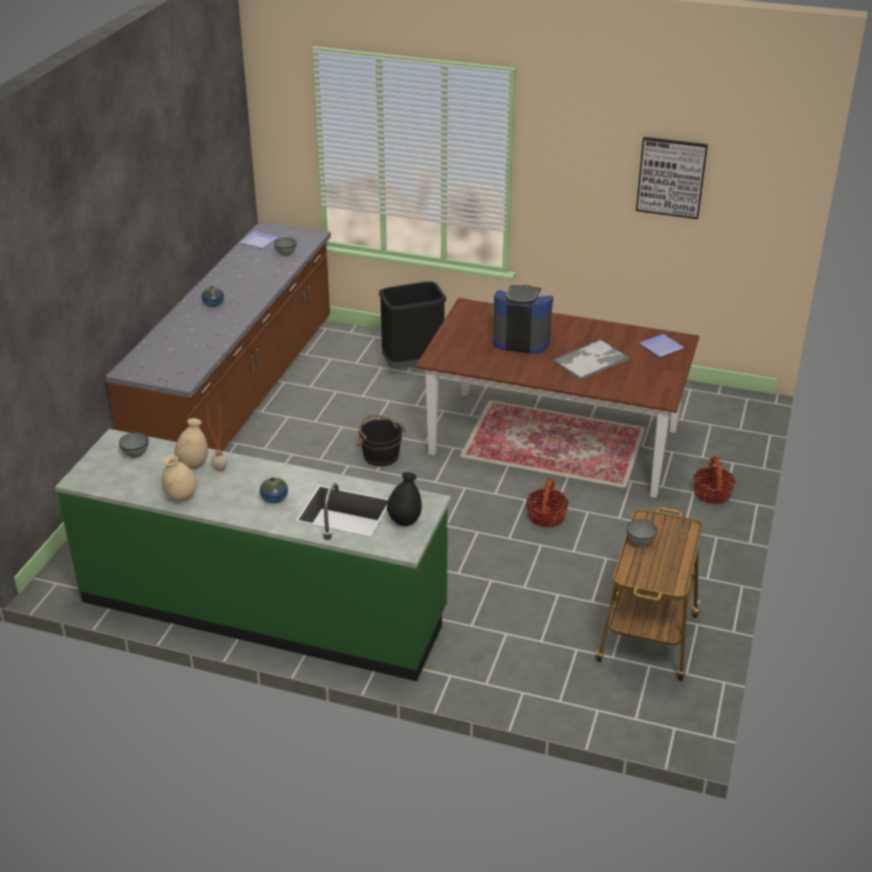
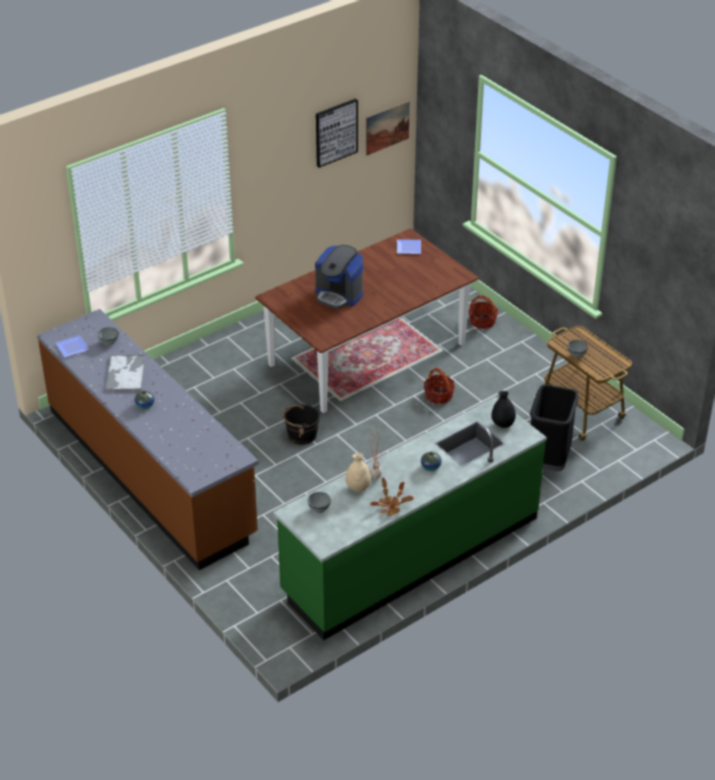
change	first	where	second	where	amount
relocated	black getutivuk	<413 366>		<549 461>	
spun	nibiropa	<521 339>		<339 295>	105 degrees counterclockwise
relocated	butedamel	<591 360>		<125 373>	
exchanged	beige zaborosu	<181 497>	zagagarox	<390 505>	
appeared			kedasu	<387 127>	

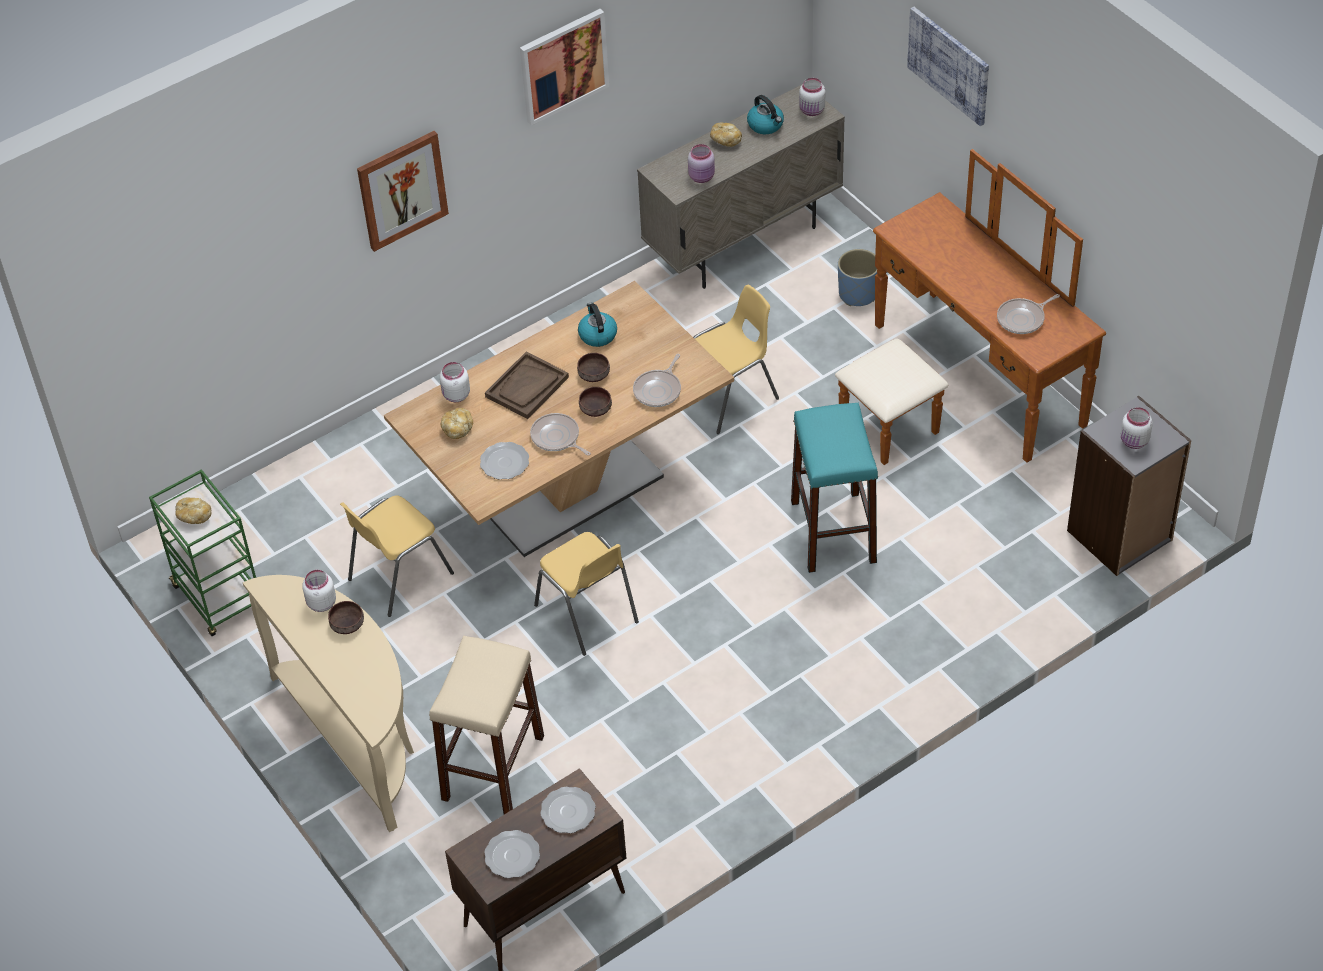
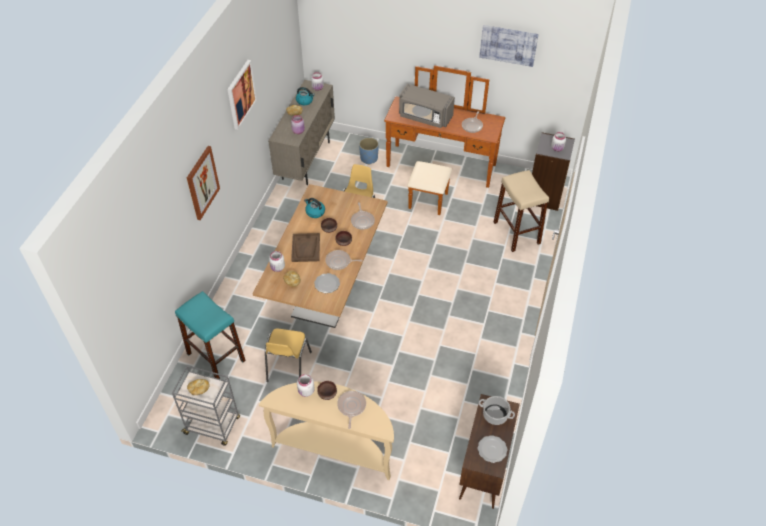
change	first	where	second	where	amount
relocated	kedasu	<949 65>		<508 45>	
relocated	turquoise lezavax	<833 531>		<216 357>	
colour	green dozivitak	<220 598>	grey dozivitak	<213 426>	
missing	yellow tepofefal	<587 614>			
relocated	beige lezavax	<493 768>		<516 233>	
exchanged	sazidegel	<567 811>	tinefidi	<494 415>	
appeared			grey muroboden	<425 117>	
appeared			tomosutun	<351 407>	

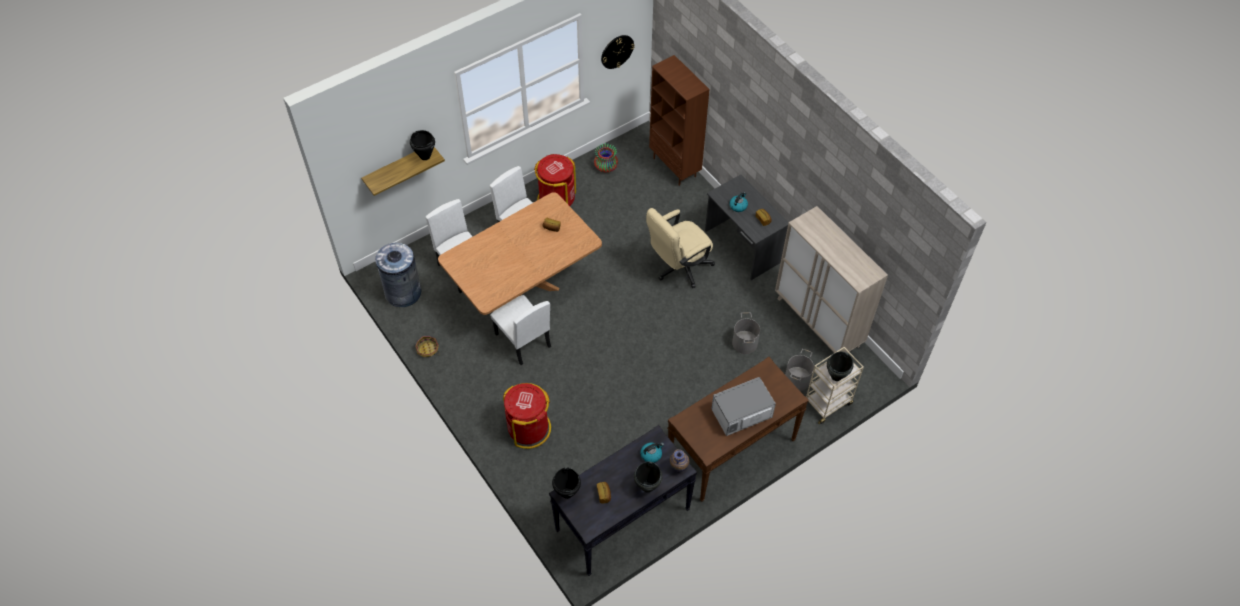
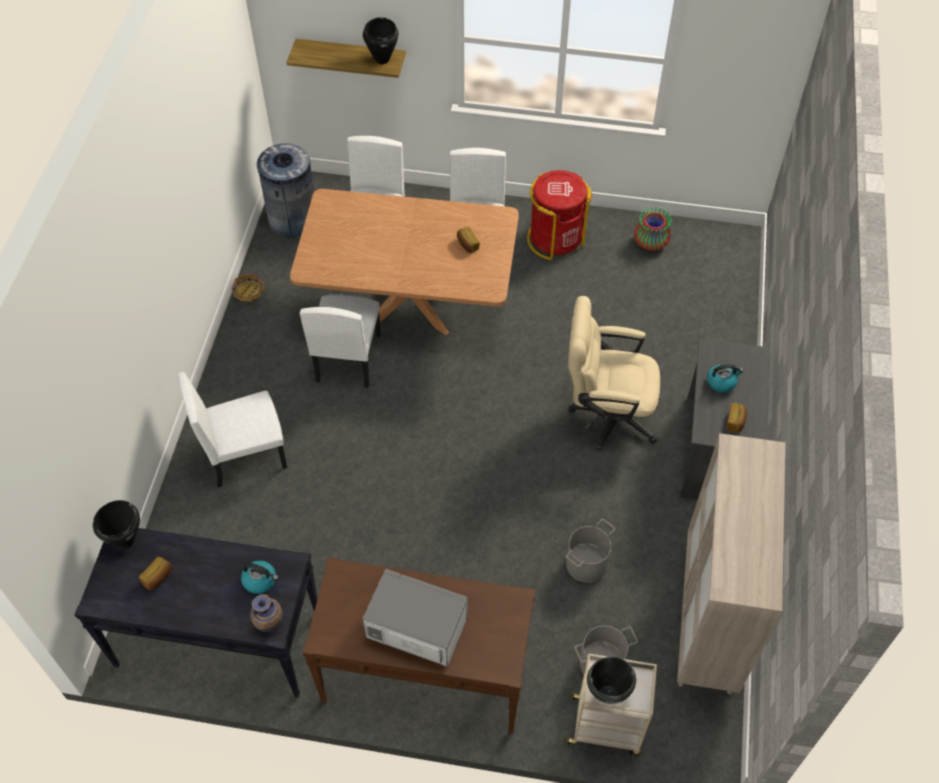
change	first	where	second	where	amount
missing	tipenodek	<617 51>			
missing	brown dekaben	<675 167>			
exchanged	red getutivuk	<529 428>	white tepofefal	<245 454>	
missing	black tinefidi	<647 487>			

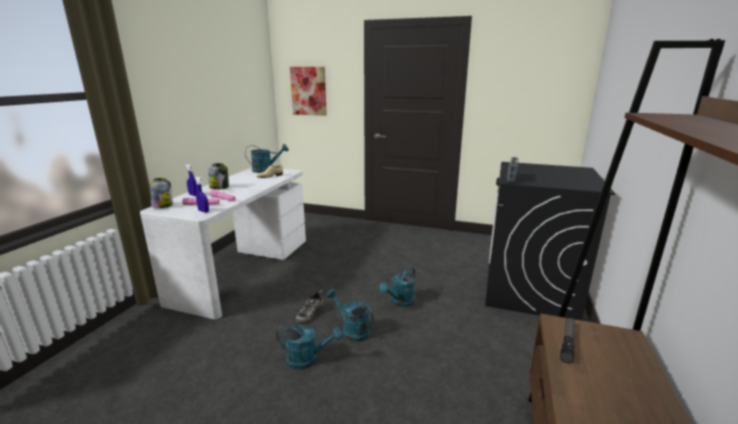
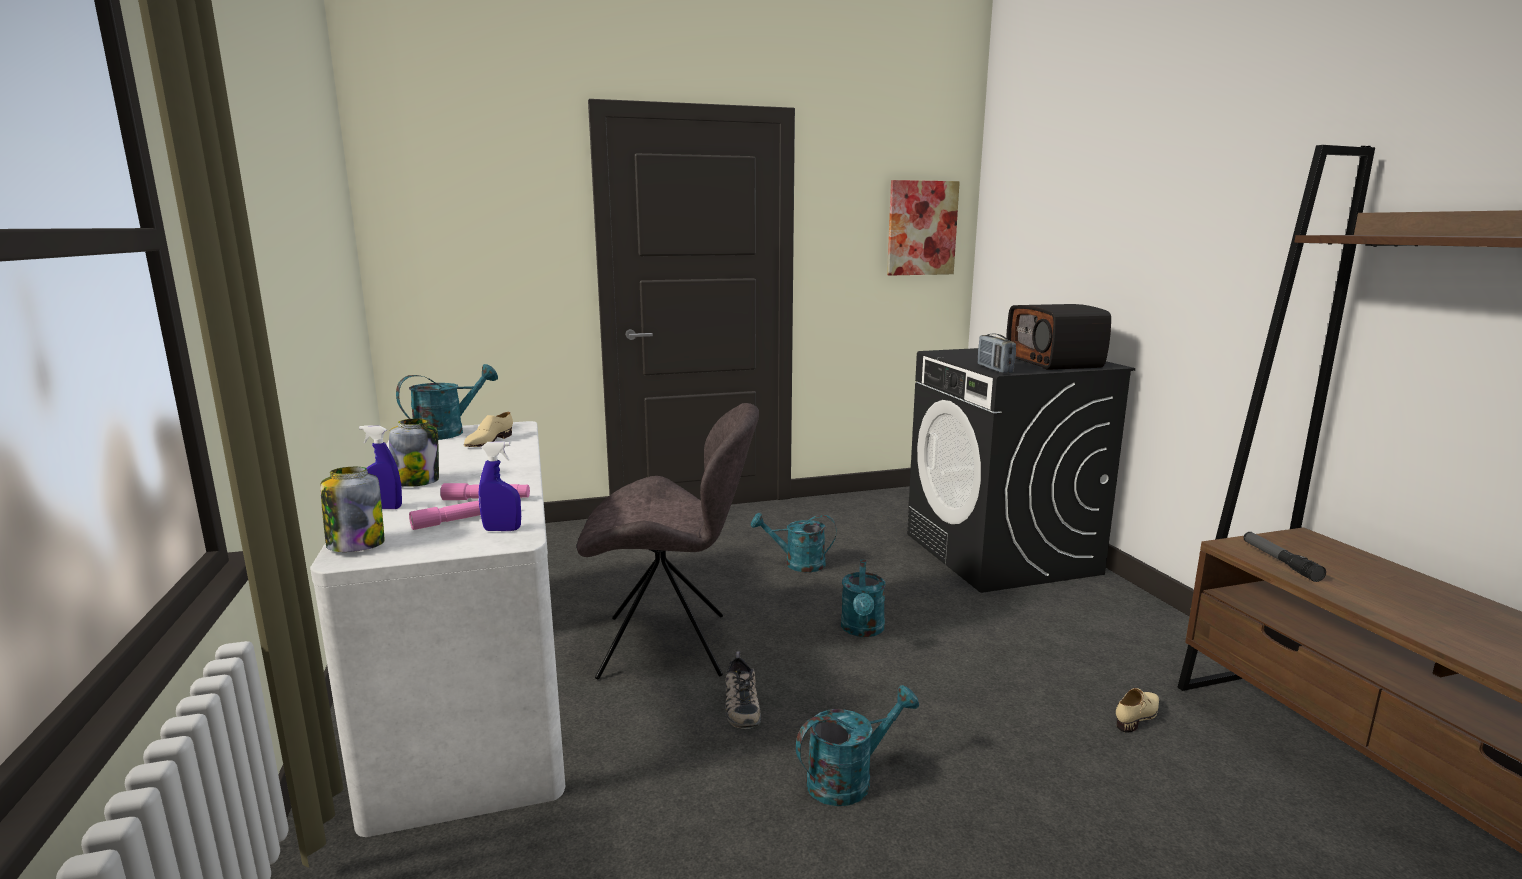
change	first	where	second	where	amount
relocated	kedasu	<308 91>		<921 228>	
relocated	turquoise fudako	<352 330>		<797 564>	
appeared			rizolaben	<1055 362>	
appeared			grey tepofefal	<670 646>	
appeared			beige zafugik	<1138 716>	

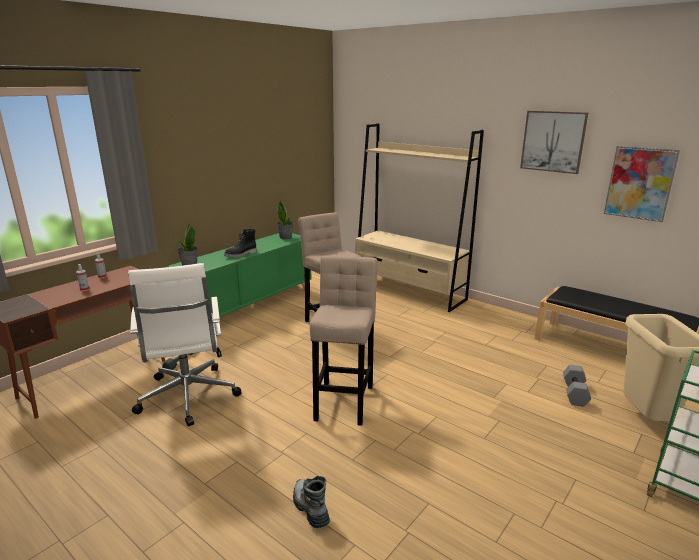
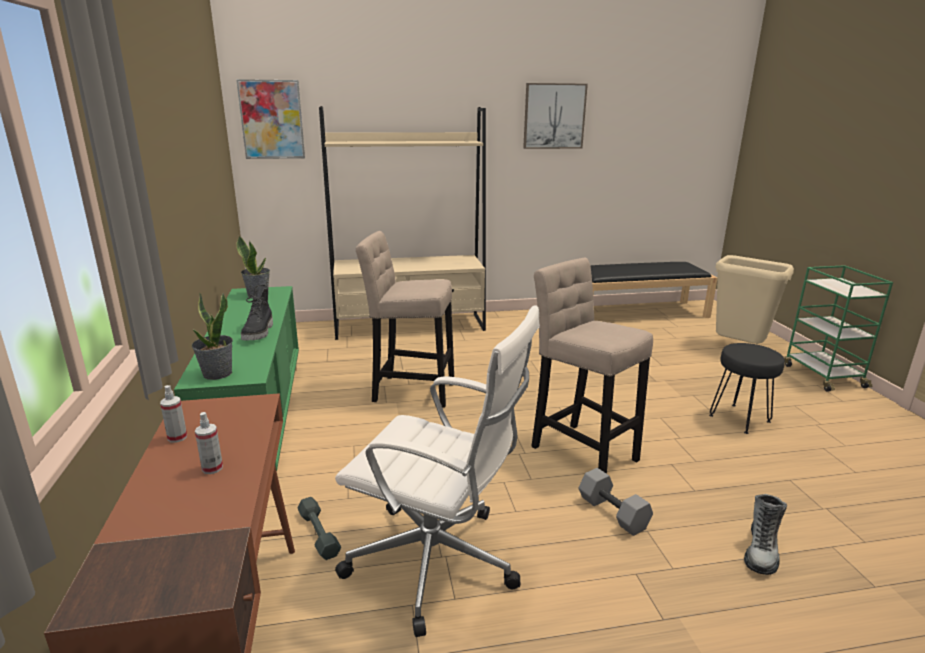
change	first	where	second	where	amount
relocated	kedasu	<640 183>		<272 119>	
relocated	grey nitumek	<575 393>		<614 513>	
spun	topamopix	<310 508>		<761 551>	75 degrees counterclockwise
appeared			black lezavax	<740 418>	

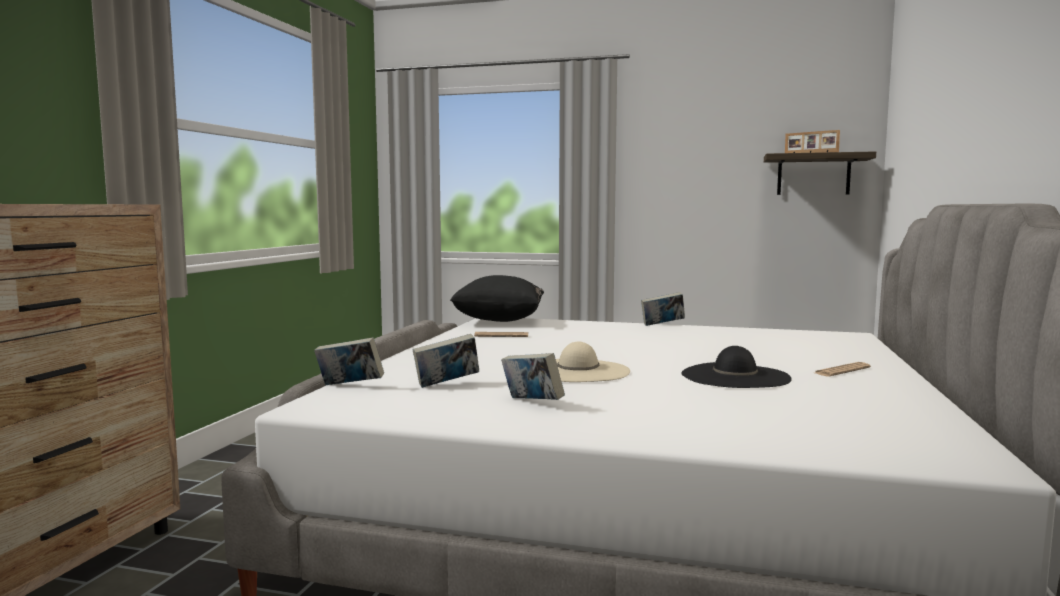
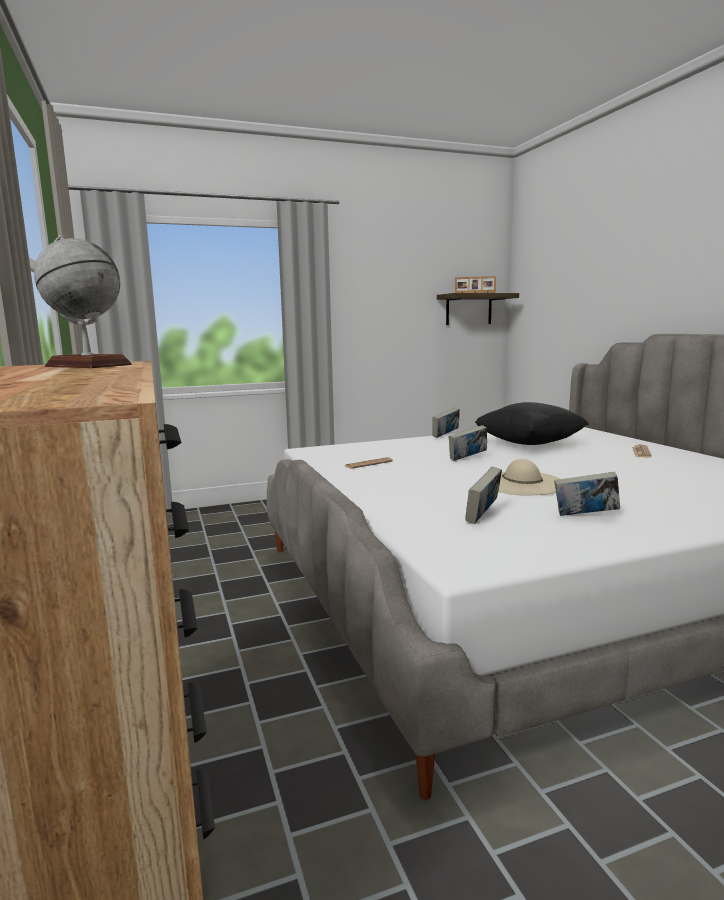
change	first	where	second	where	amount
relocated	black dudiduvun	<499 321>		<529 444>	
relocated	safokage	<350 386>		<467 459>	
missing	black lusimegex	<735 376>			
appeared			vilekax	<88 365>	

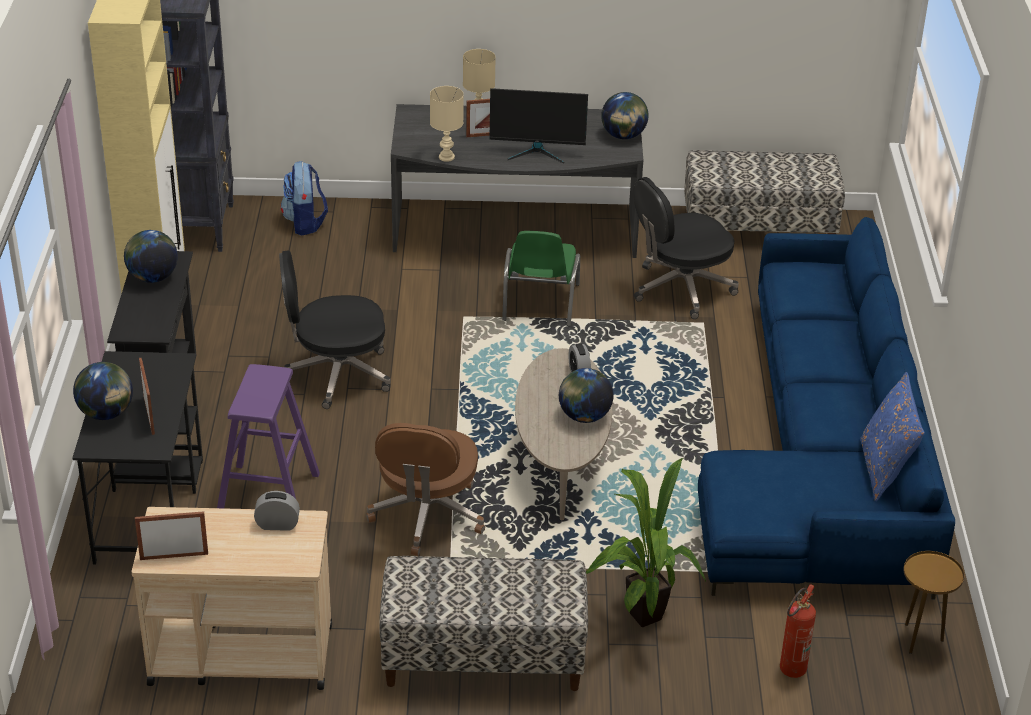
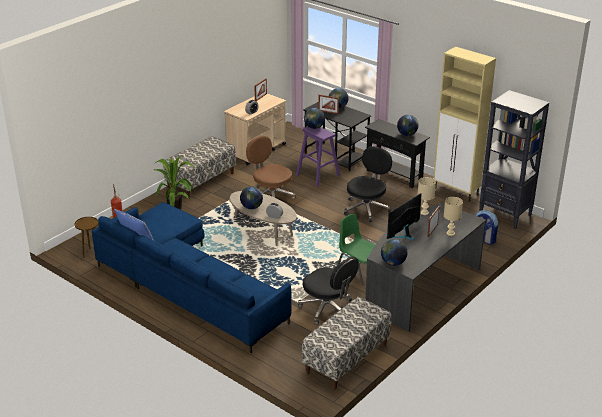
change	first	where	second	where	amount
spun	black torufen	<680 289>		<328 309>	120 degrees clockwise
appeared			vilekax	<314 127>	

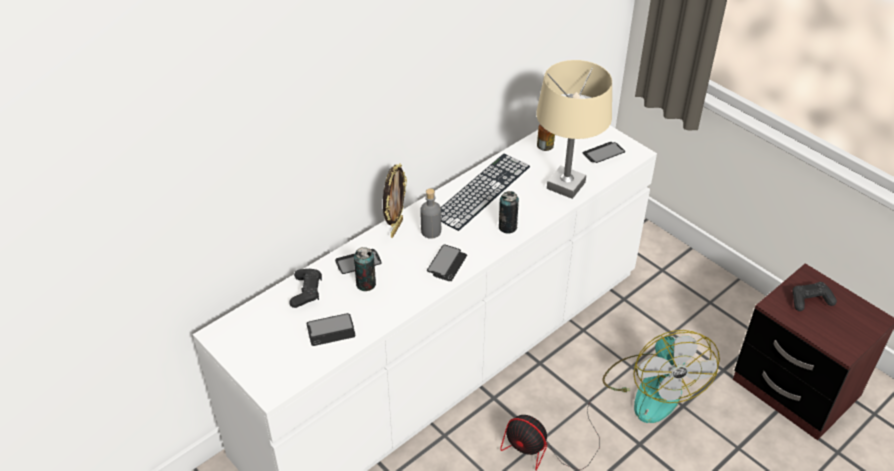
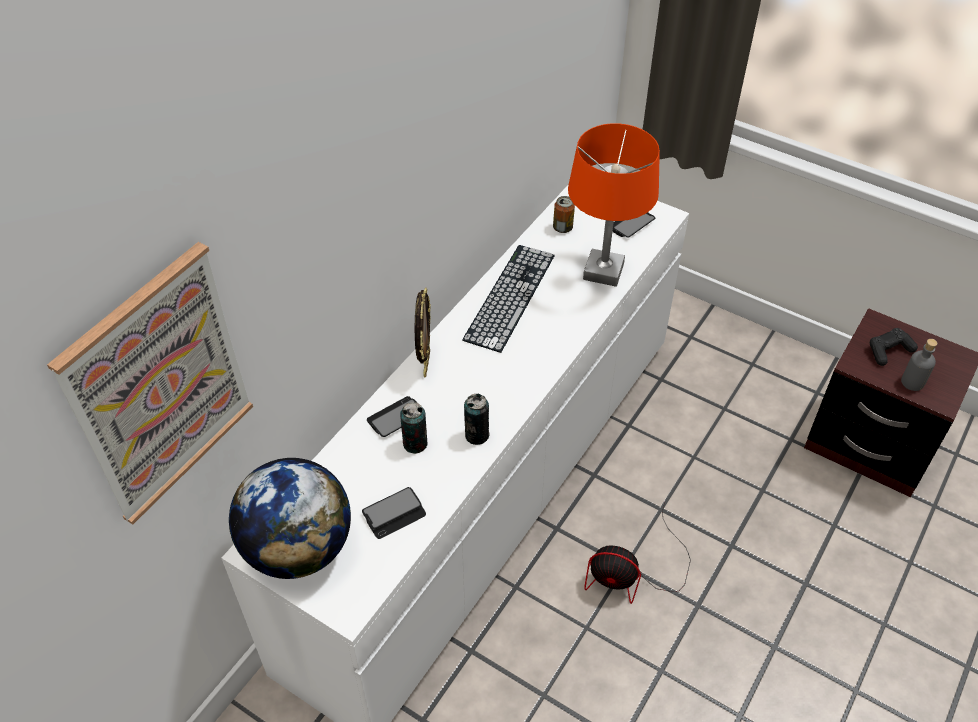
change	first	where	second	where	amount
colour	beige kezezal	<566 185>	orange kezezal	<603 271>	
relocated	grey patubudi	<431 231>		<912 382>	
relocated	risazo	<507 227>		<477 435>	
missing	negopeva	<447 264>			
missing	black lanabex	<306 292>			
missing	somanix	<652 387>			
appeared			kedasu	<159 385>	
appeared			vilekax	<299 548>	

